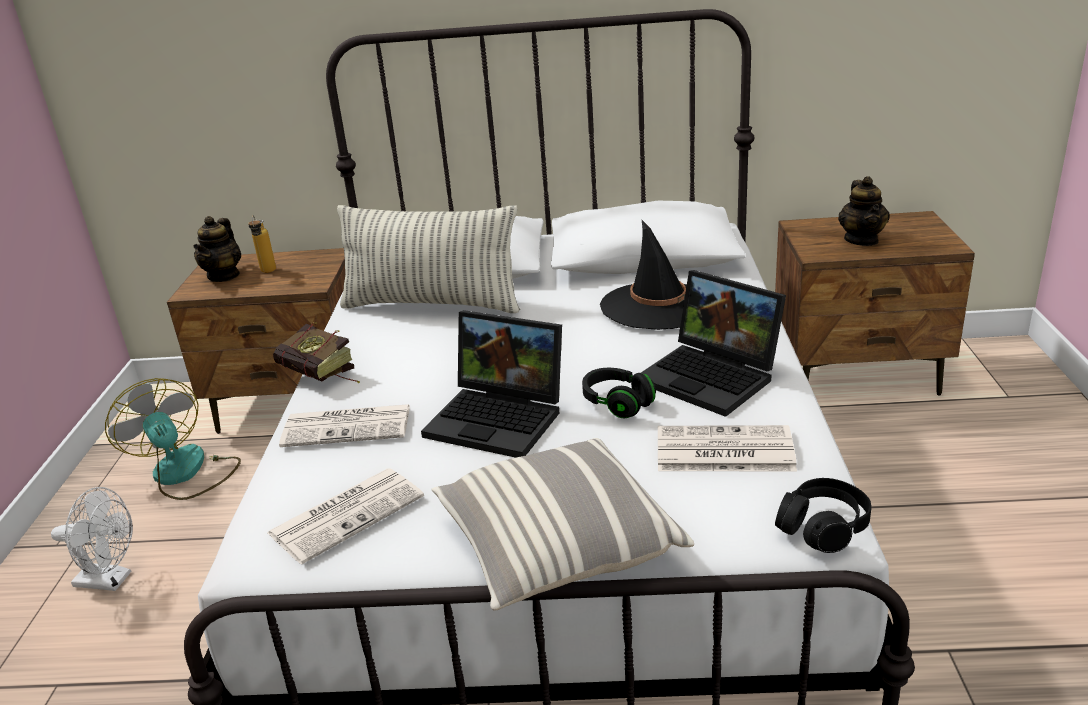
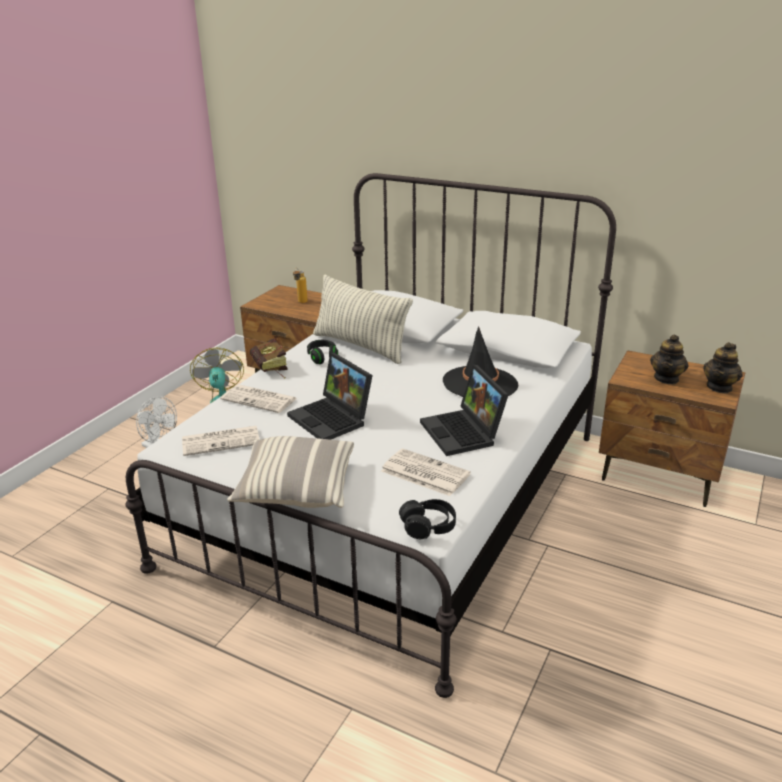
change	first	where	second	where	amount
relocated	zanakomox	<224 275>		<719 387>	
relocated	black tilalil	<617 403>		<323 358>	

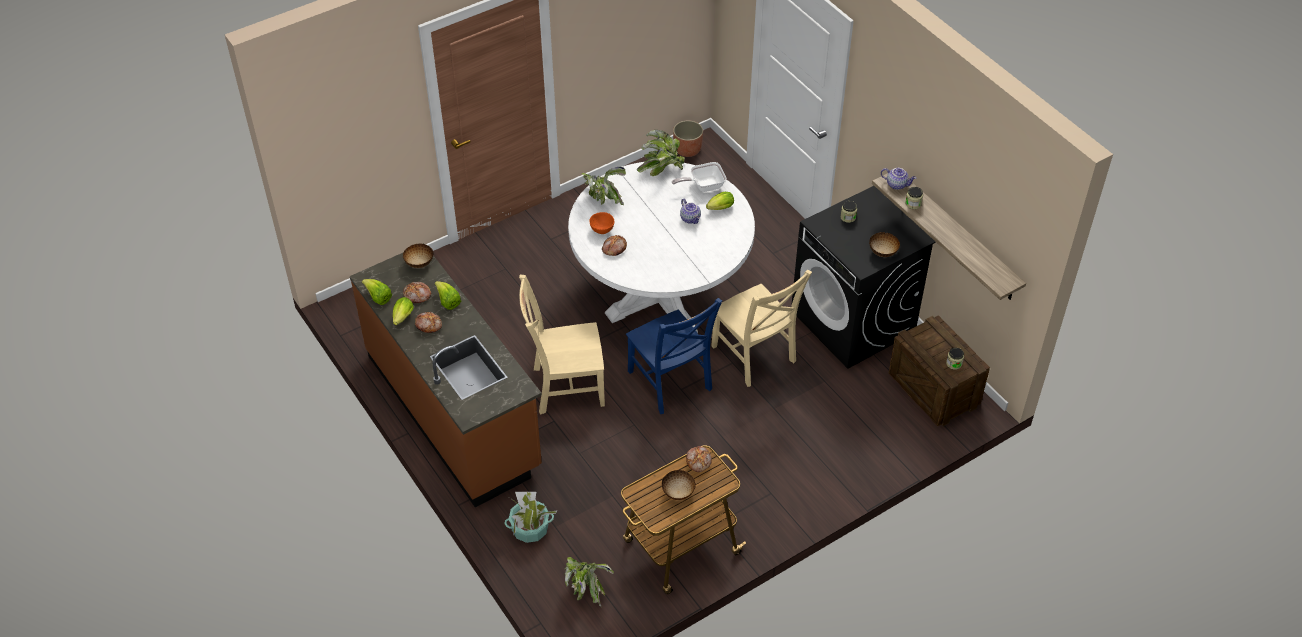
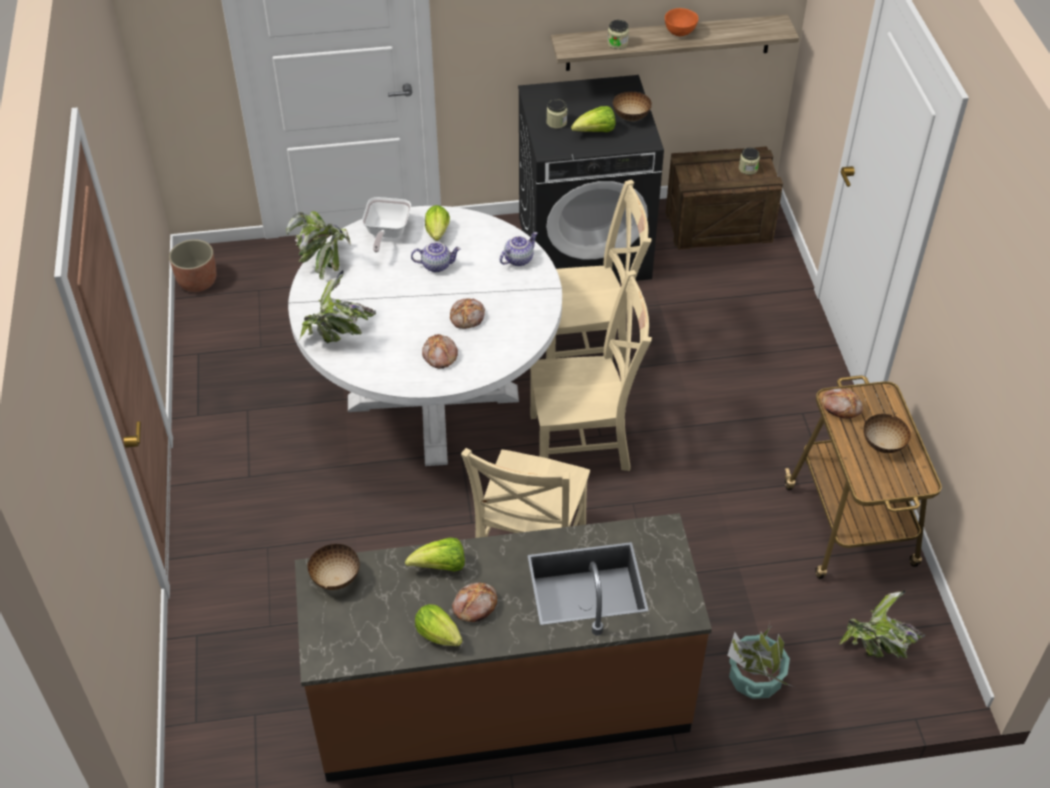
change	first	where	second	where	amount
relocated	zanakomox	<897 184>		<518 259>	
relocated	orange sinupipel	<602 230>		<680 33>	
relocated	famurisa	<378 298>		<595 132>	
relocated	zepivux	<417 295>		<468 317>	
colour	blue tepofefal	<671 383>	beige tepofefal	<584 442>	

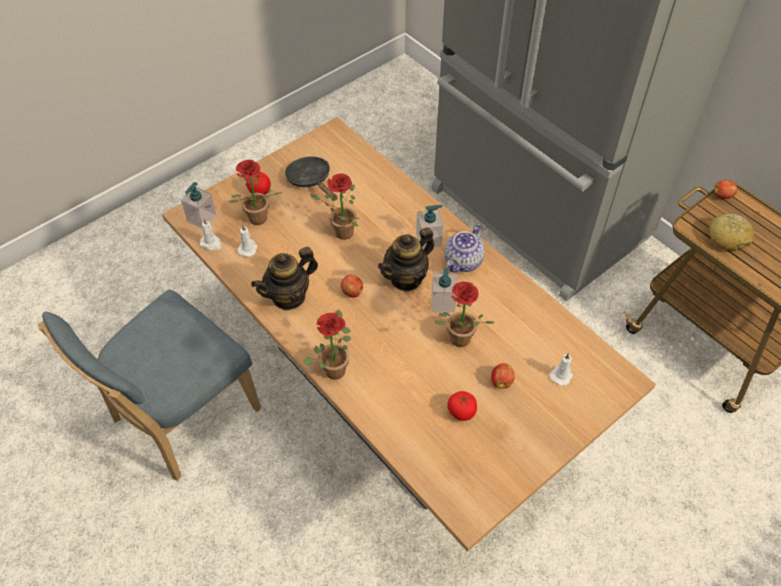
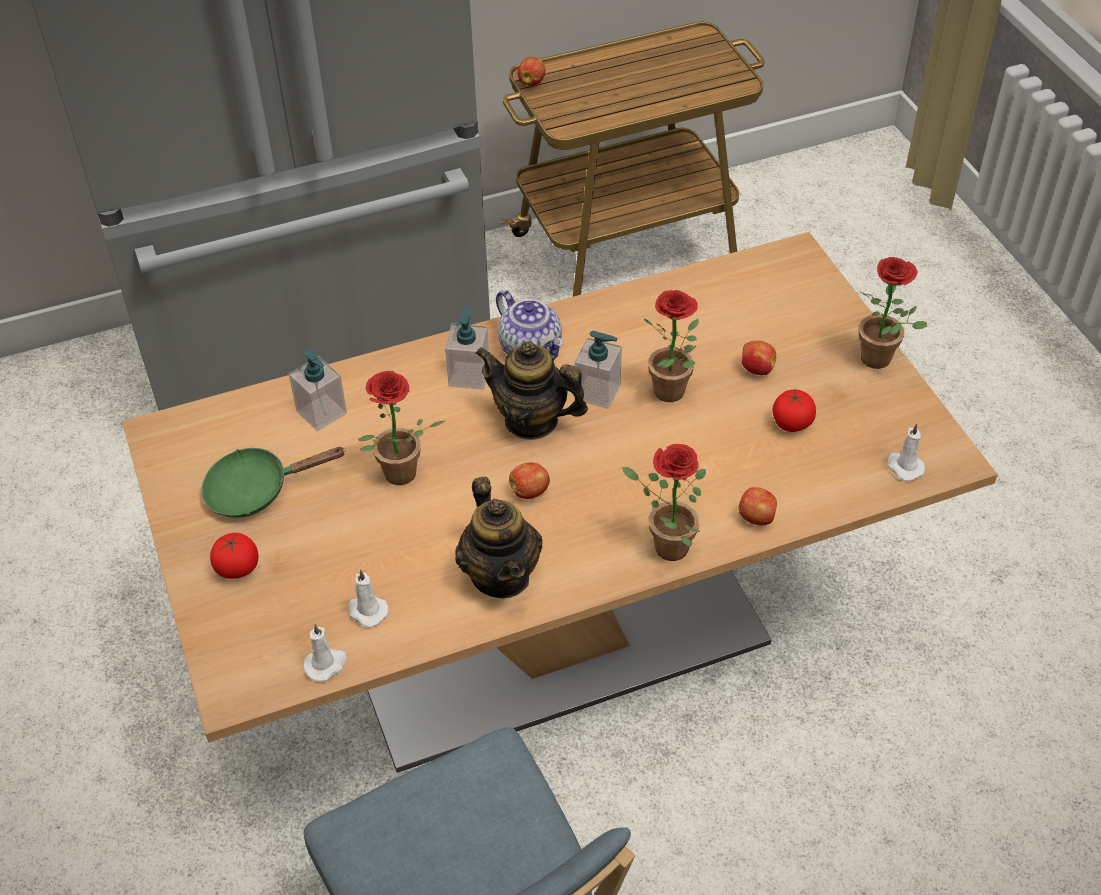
change	first	where	second	where	amount
colour	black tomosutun	<311 180>	green tomosutun	<256 490>	
relocated	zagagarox	<256 221>		<882 361>	
relocated	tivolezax	<201 218>		<322 412>	
missing	zepivux	<728 238>			
spun	zanakomox	<406 278>		<531 420>	135 degrees clockwise
relocated	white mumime	<561 375>		<904 467>	
appeared			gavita	<757 518>	

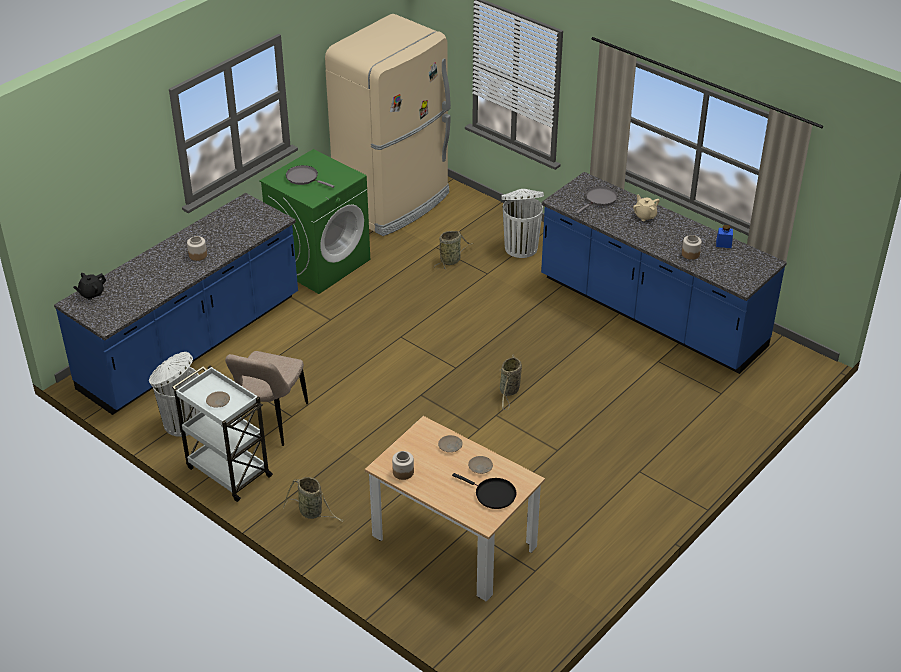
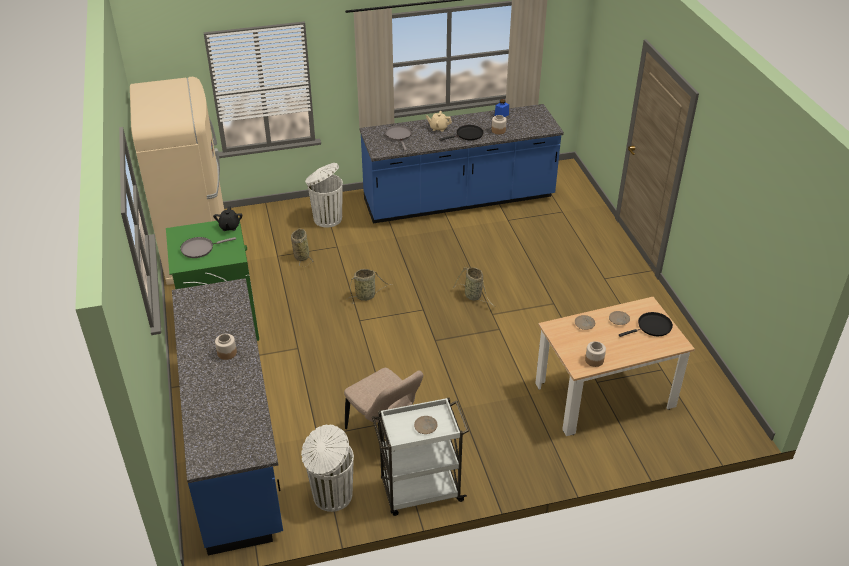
change	first	where	second	where	amount
relocated	black zanakomox	<91 294>		<229 227>	
relocated	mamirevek	<312 512>		<367 296>	
appeared			black tomosutun	<468 135>	

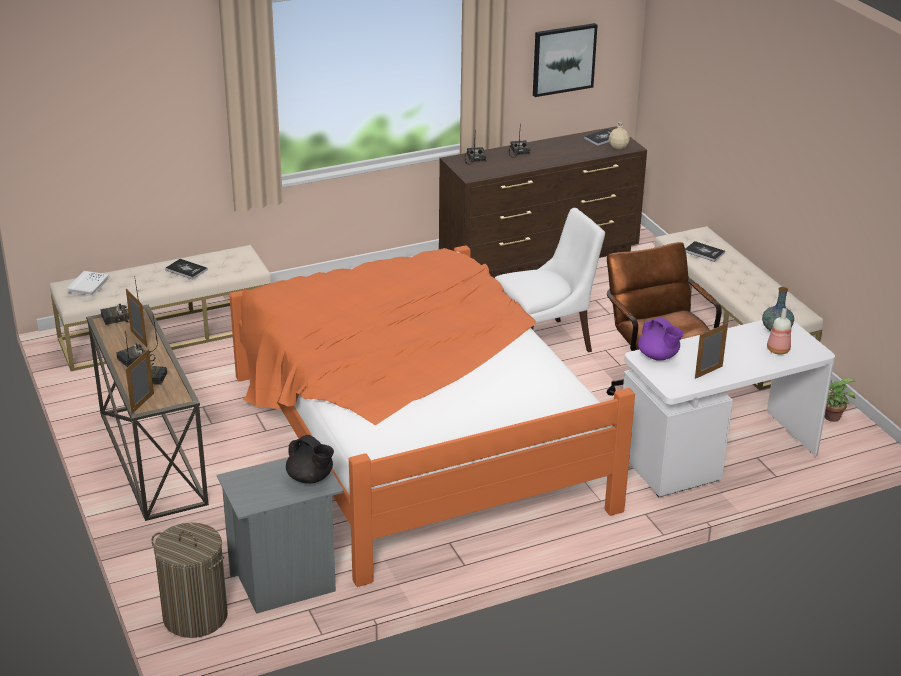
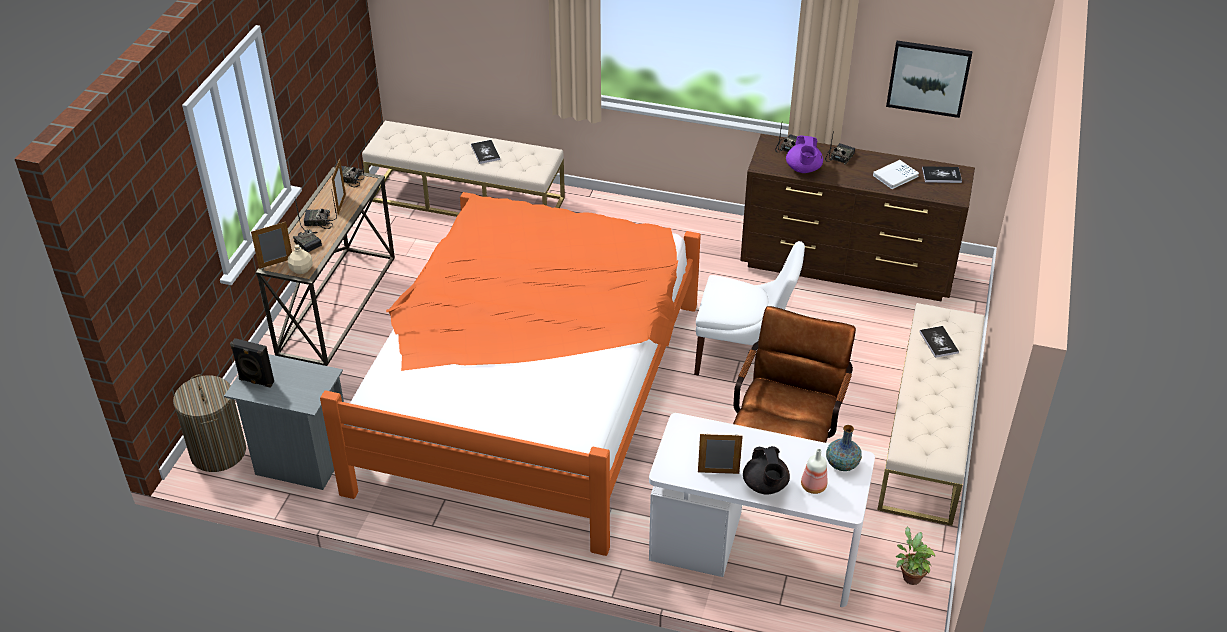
change	first	where	second	where	amount
relocated	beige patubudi	<618 146>		<301 269>	
relocated	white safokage	<88 285>		<895 176>	
relocated	purple zanakomox	<658 356>		<803 169>	
relocated	black zanakomox	<310 478>		<765 485>	
appeared			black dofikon	<256 381>	

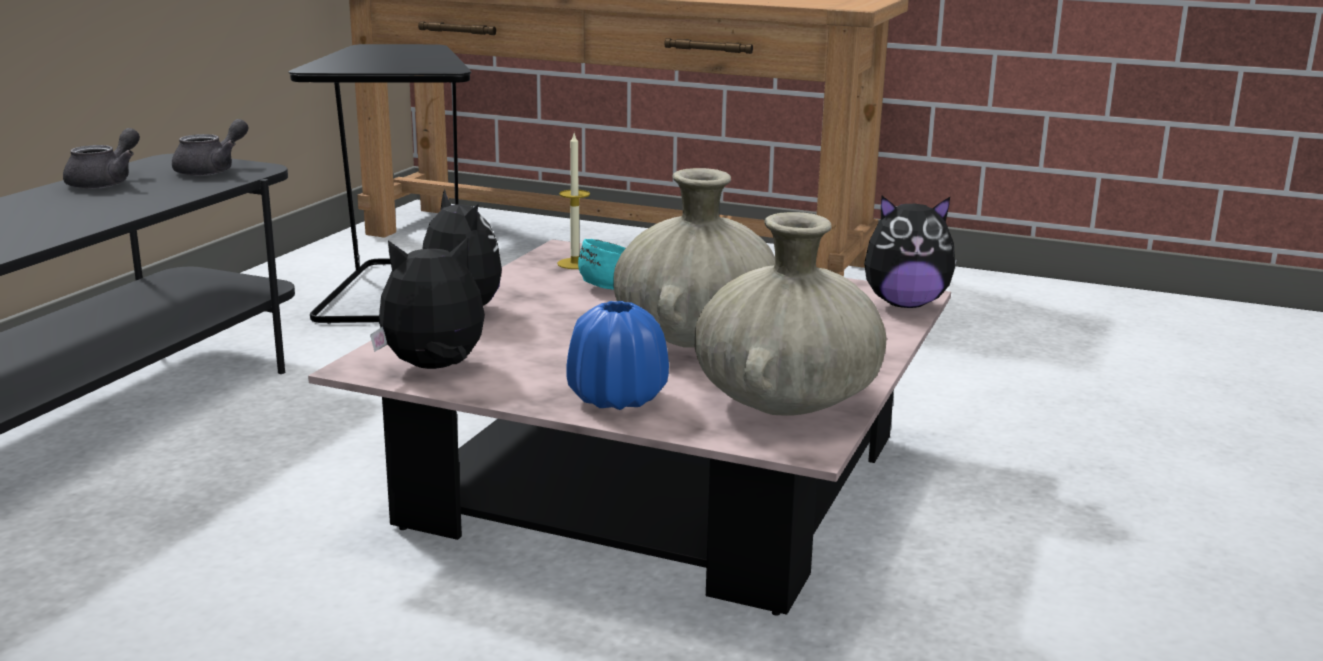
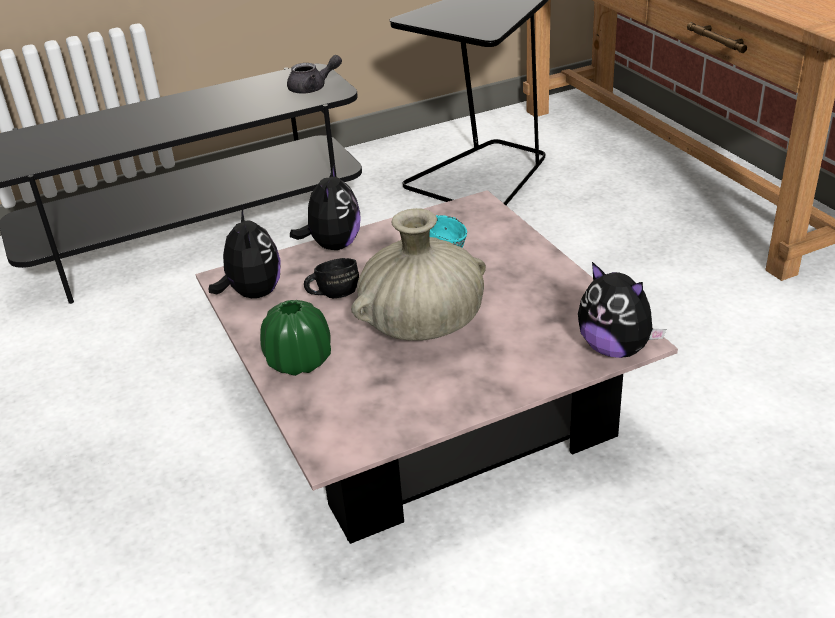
change	first	where	second	where	amount
missing	grey zanakomox	<106 182>			
missing	mumime	<575 264>			
missing	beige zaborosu	<787 402>			
spun	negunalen	<434 368>		<252 293>	45 degrees clockwise
colour	blue zaborosu	<617 398>	green zaborosu	<299 362>	
appeared			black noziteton	<333 294>	

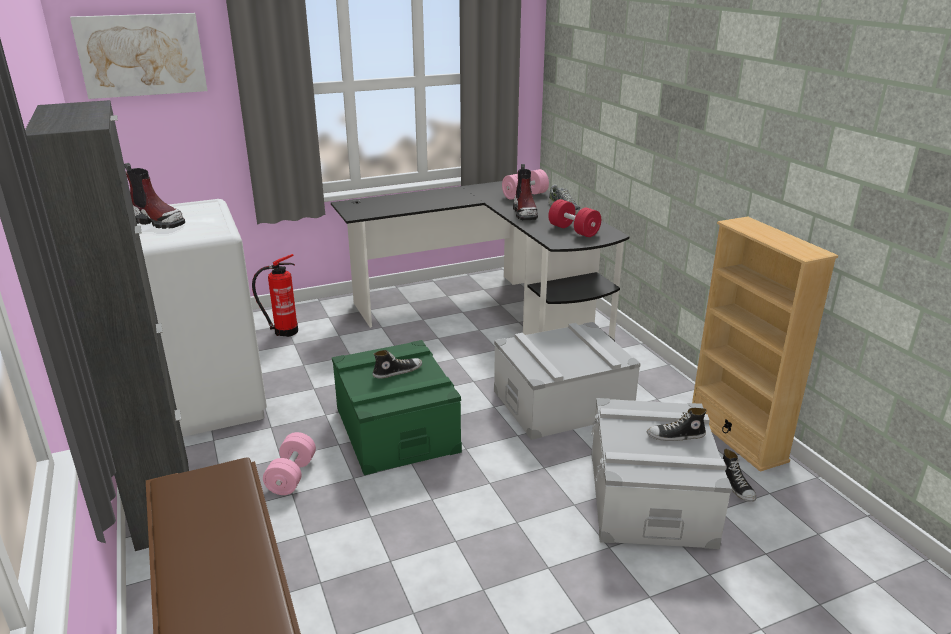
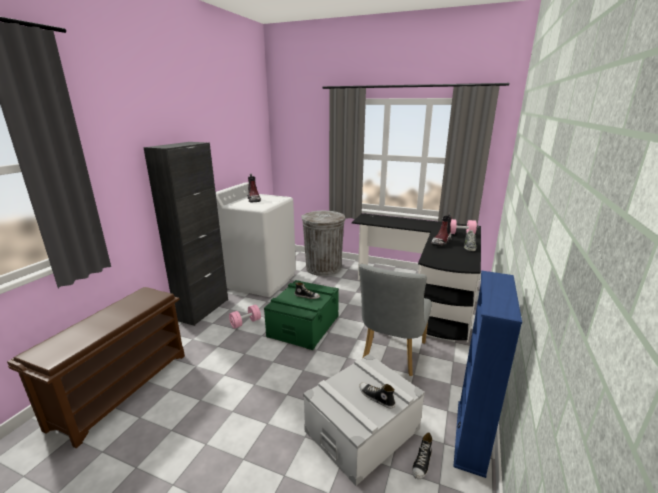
change	first	where	second	where	amount
missing	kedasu	<141 55>			
missing	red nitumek	<573 230>			
colour	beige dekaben	<736 436>	blue dekaben	<471 436>	
exchanged	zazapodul	<284 331>	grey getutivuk	<323 268>	
exchanged	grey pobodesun	<562 403>	grey tepofefal	<391 355>	

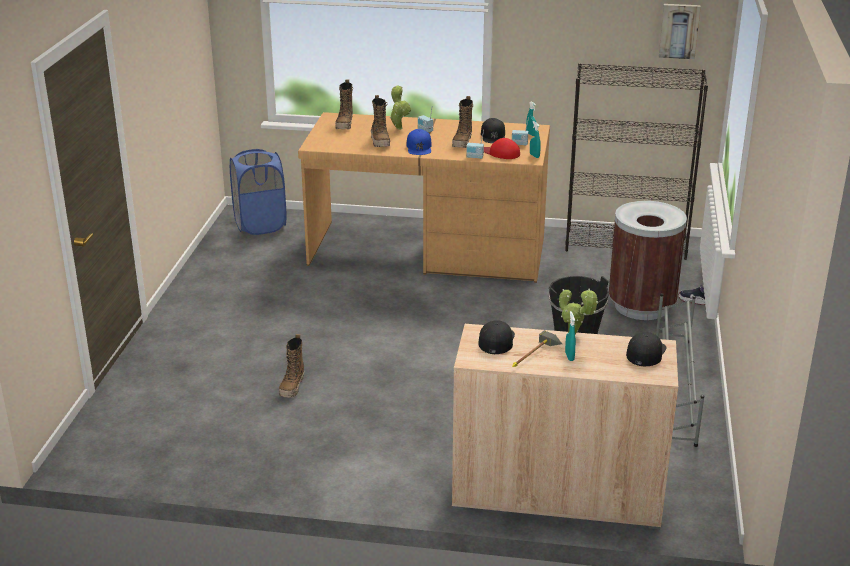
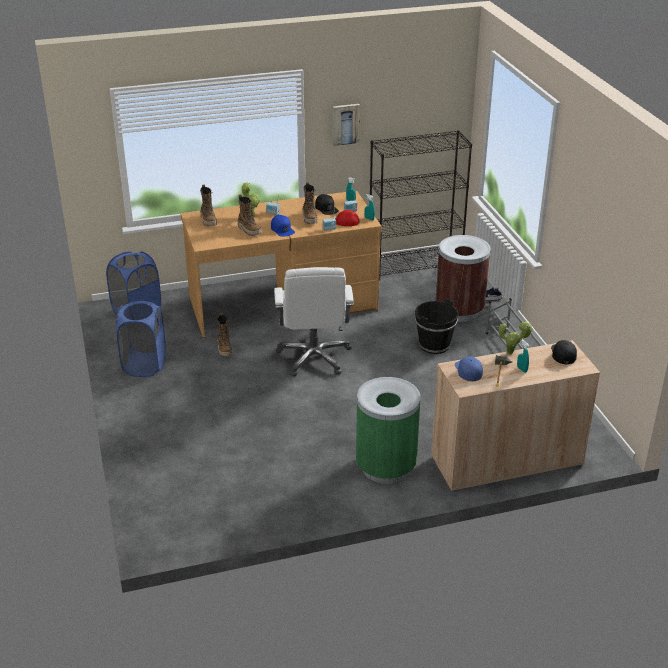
change	first	where	second	where	amount
relocated	kedasu	<679 30>		<345 124>	
colour	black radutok	<496 340>	blue radutok	<468 370>	
relocated	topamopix	<292 387>		<224 349>	
appeared			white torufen	<314 357>	
appeared			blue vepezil	<144 365>	
appeared			green getutivuk	<386 467>	

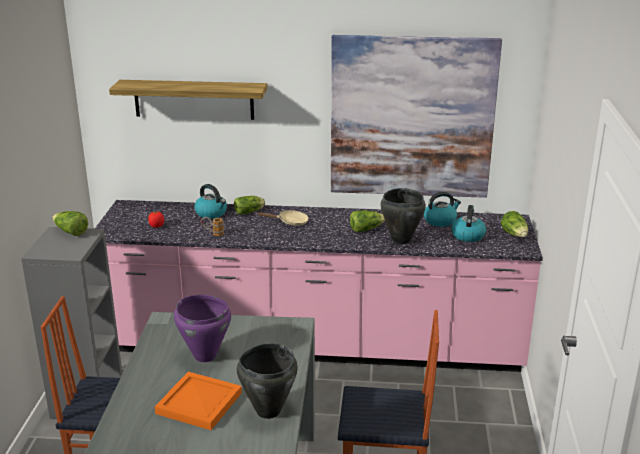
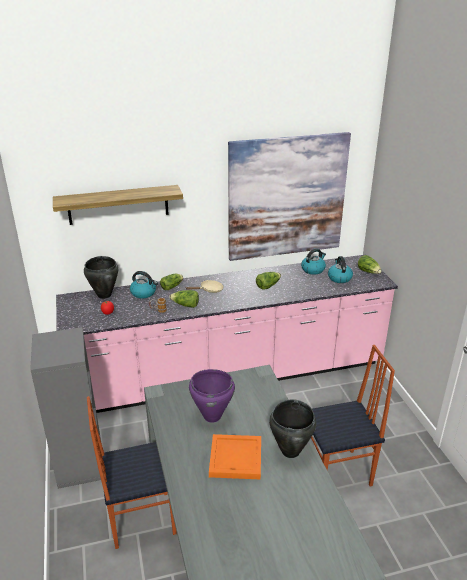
change	first	where	second	where	amount
relocated	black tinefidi	<400 240>		<104 295>	
relocated	famurisa	<71 232>		<185 305>	

